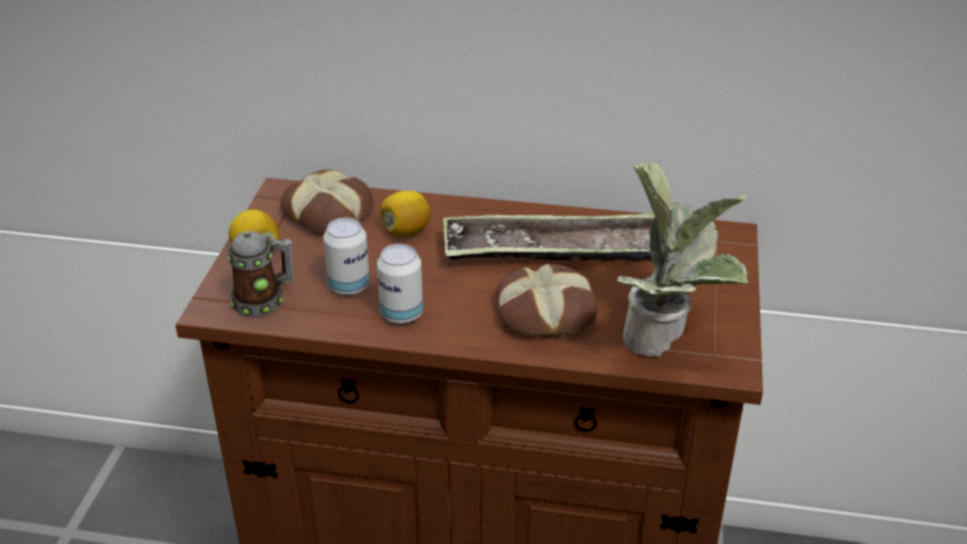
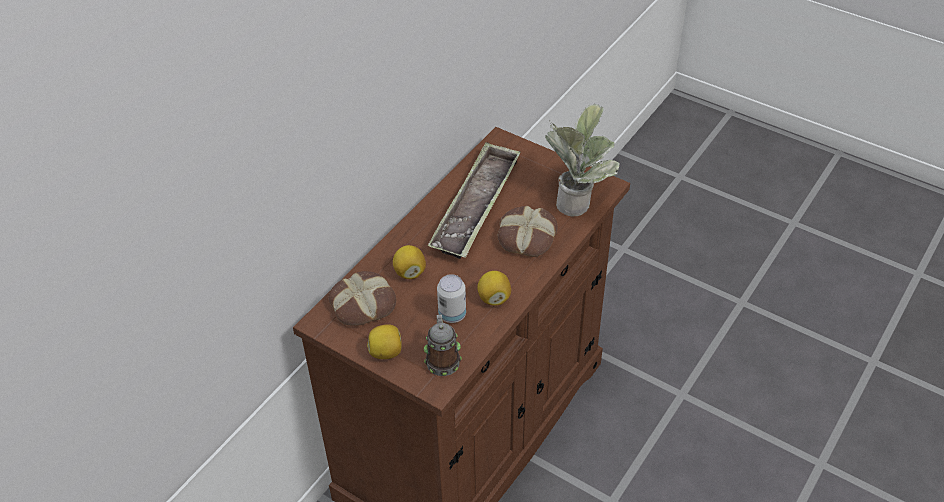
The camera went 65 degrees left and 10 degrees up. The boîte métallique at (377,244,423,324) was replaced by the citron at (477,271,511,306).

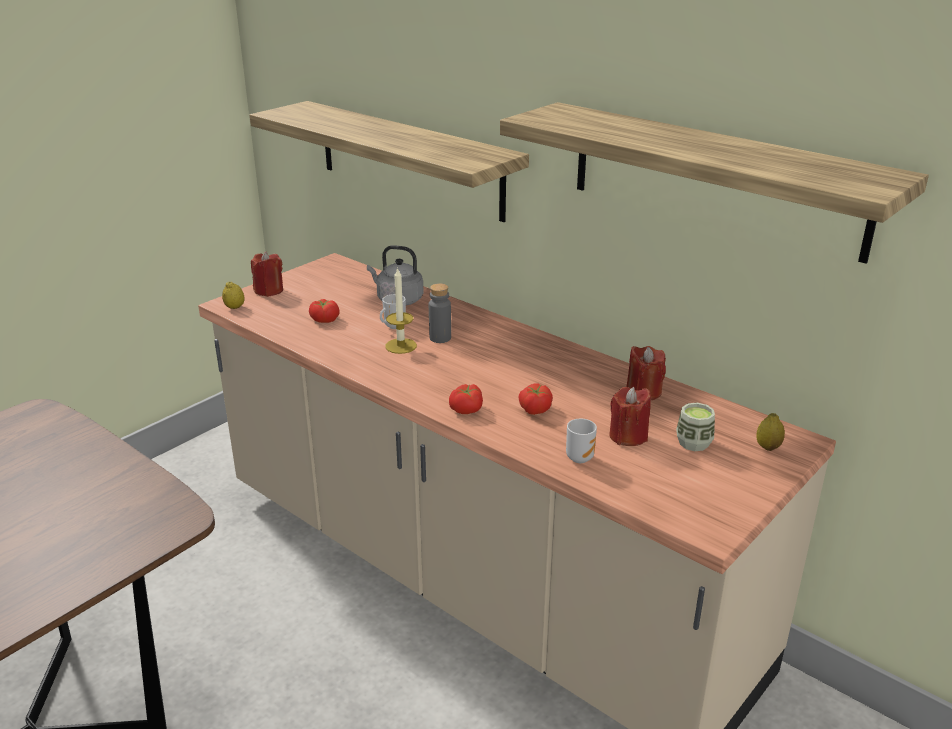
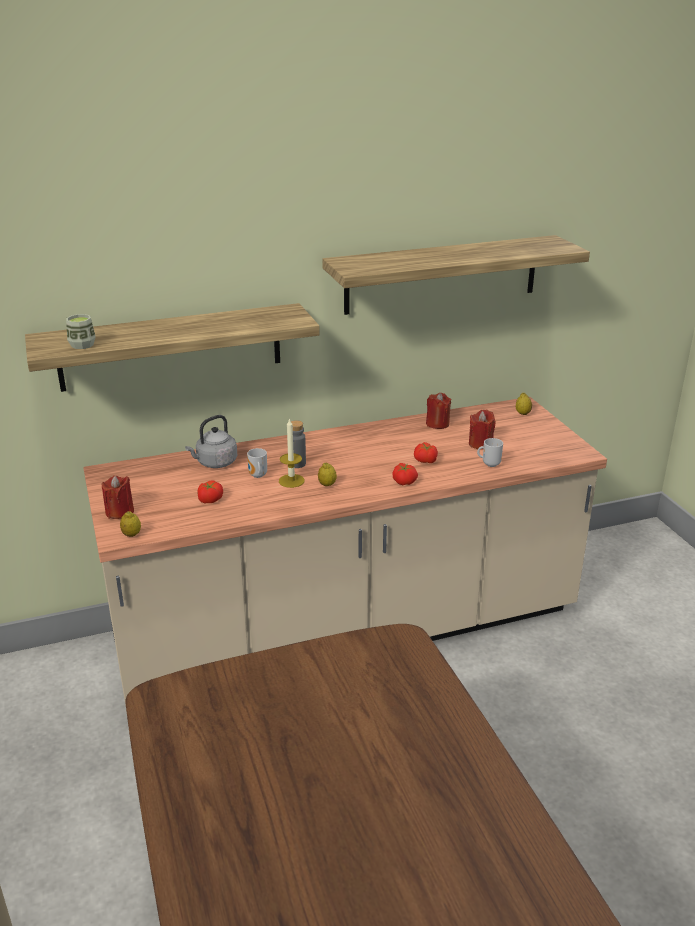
The camera went 60 degrees left and 0 degrees up. The tasse moved from (676,403,715,451) to (66,314,95,349). The citron at (318,462,337,486) appeared.

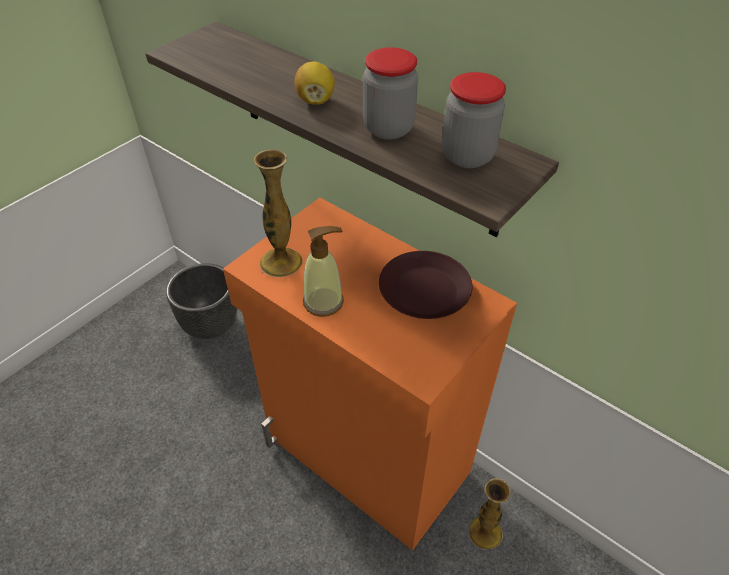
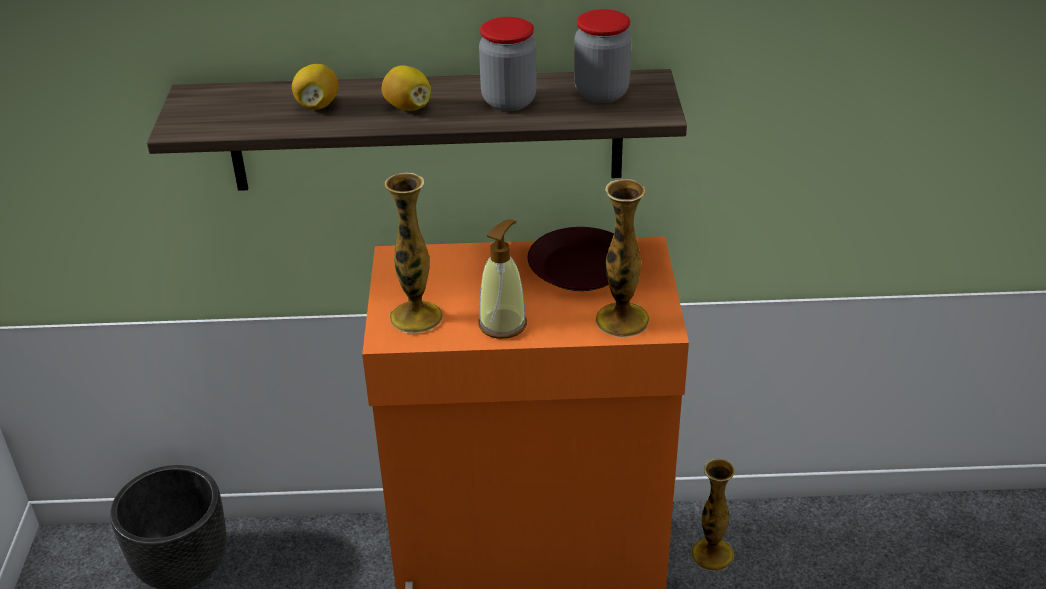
The camera went 40 degrees left and 10 degrees down. The citron at (292,64,338,110) appeared. The vase at (596,179,649,337) appeared.

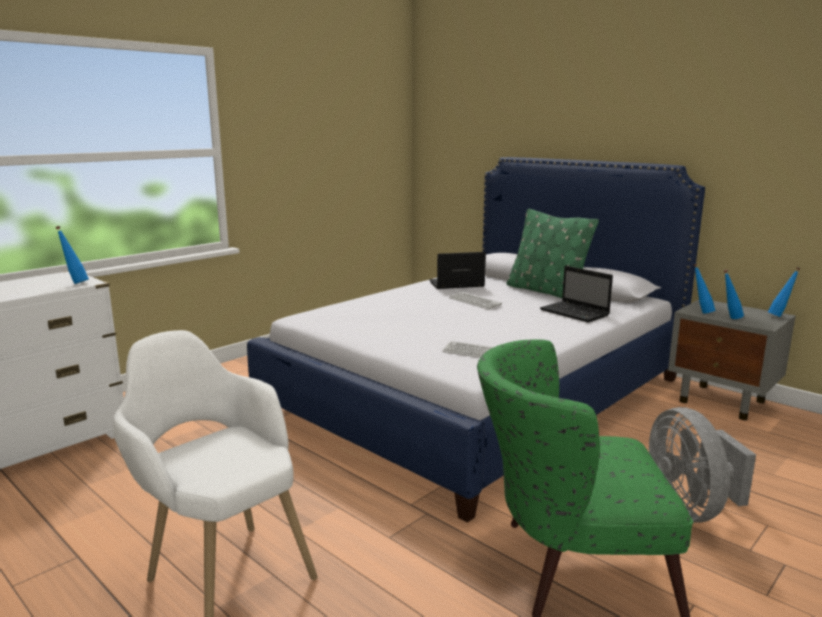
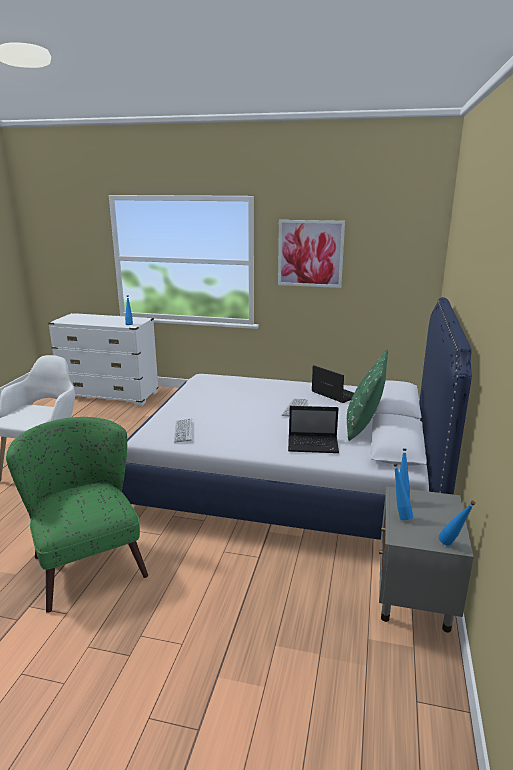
The camera went 60 degrees right and 5 degrees up. The tableau at (278,220,345,288) appeared. The ordinateur portable at (540,266,613,322) turned 105 degrees counterclockwise. The ventilateur (gris) at (649,407,756,523) disappeared.

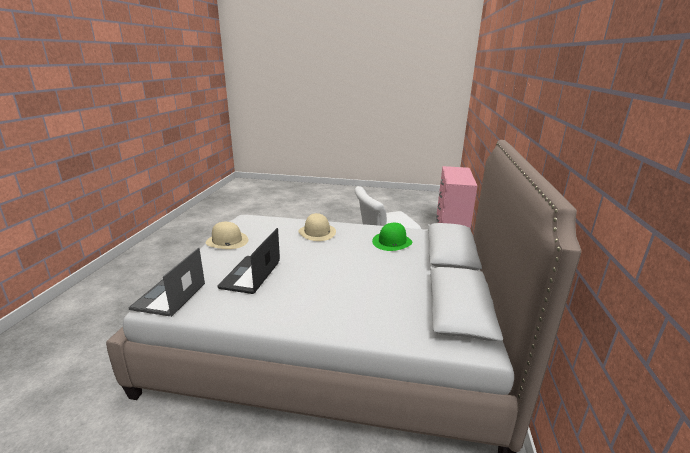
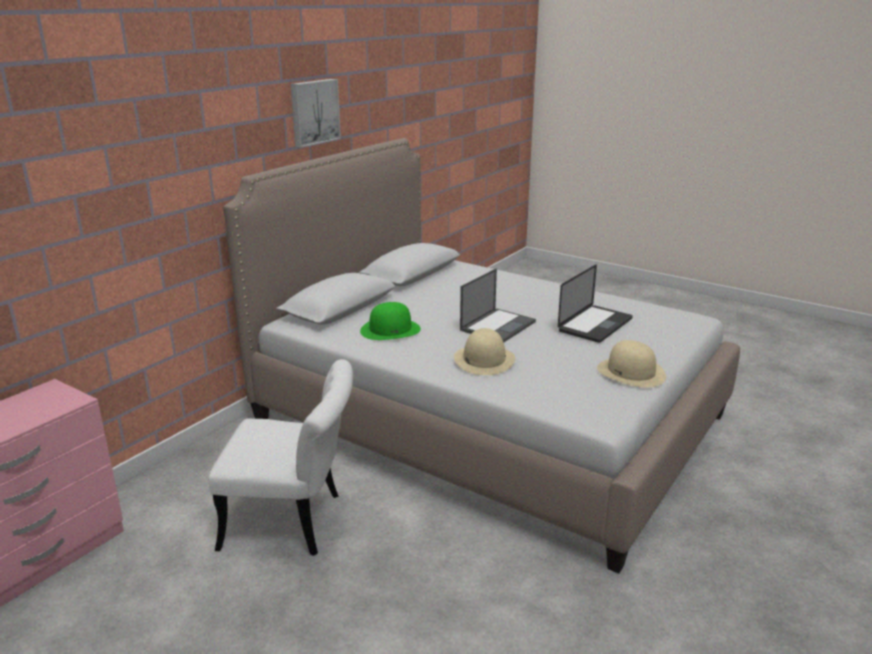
The camera went 155 degrees left and 0 degrees up. The tableau at (291,79,341,148) appeared. The ordinateur portable moved from (128,247,205,317) to (460,268,536,343).

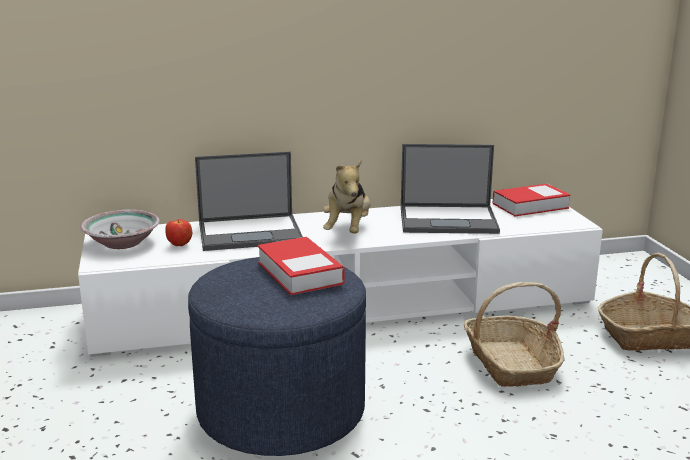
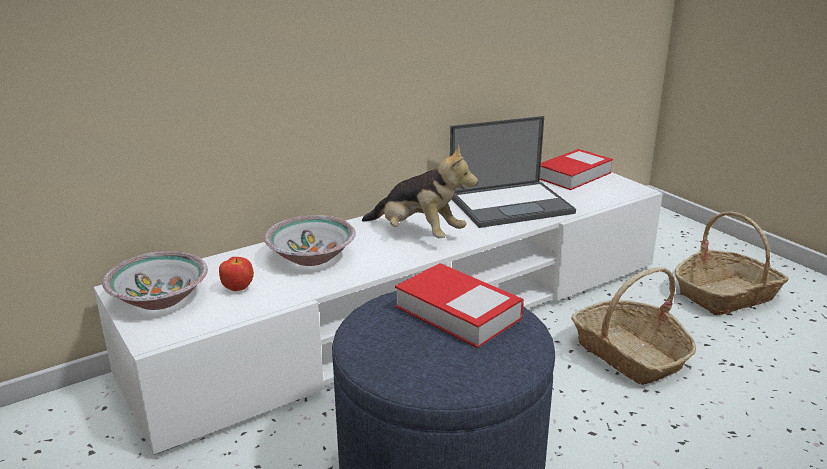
The camera went 20 degrees left and 5 degrees up. The ordinateur portable at (195,151,303,251) was replaced by the bol at (264,215,356,266). The peluche at (323,159,370,233) turned 45 degrees counterclockwise.

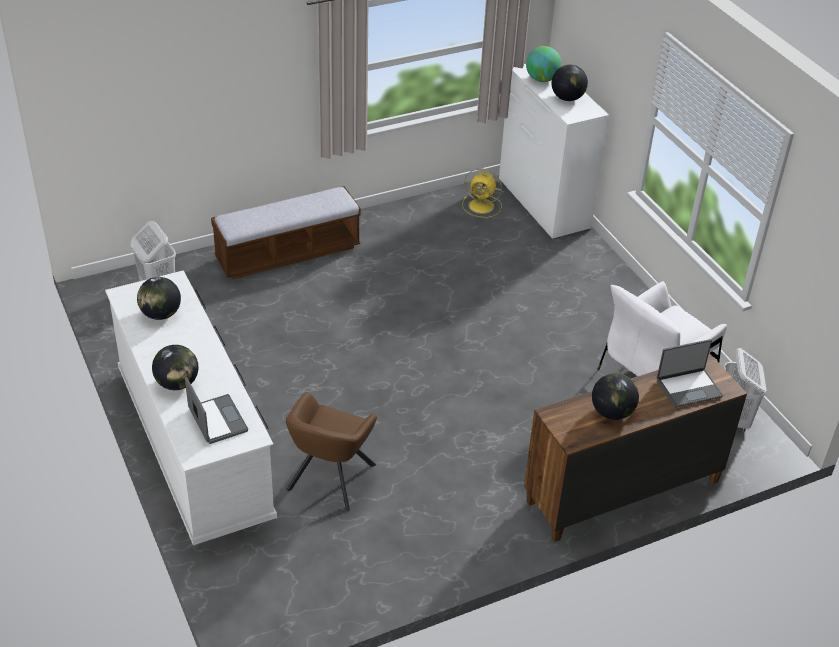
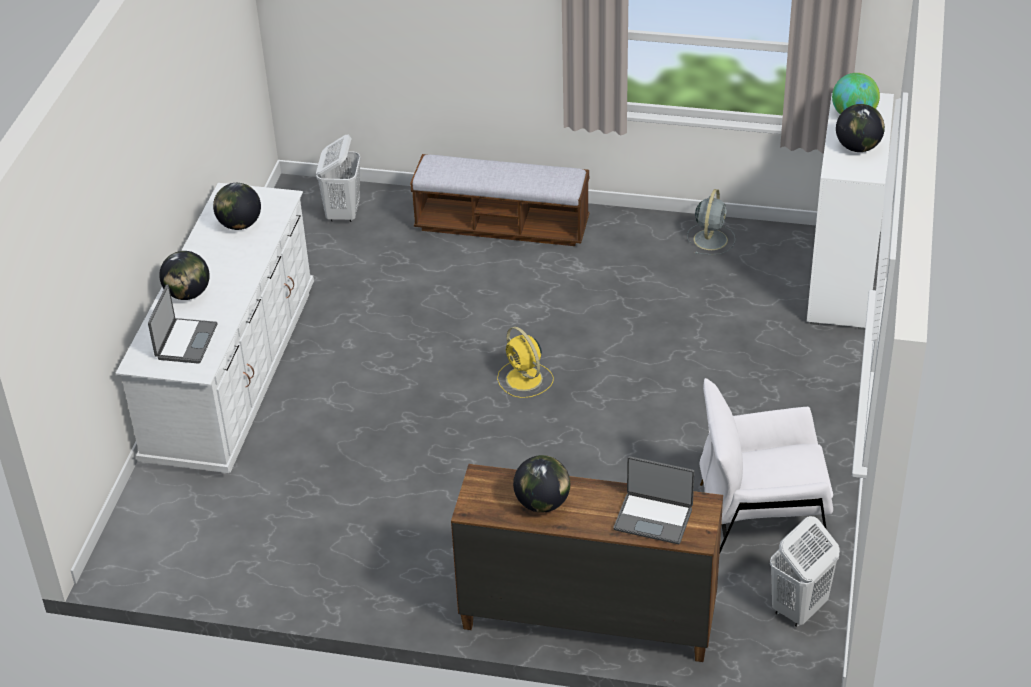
The camera went 40 degrees right and 0 degrees up. The ventilateur (jaune) moved from (462,168,502,218) to (497,327,554,398). The ventilateur (gris) at (687,189,735,255) appeared. The fauteuil (marron) at (286,392,377,511) disappeared.

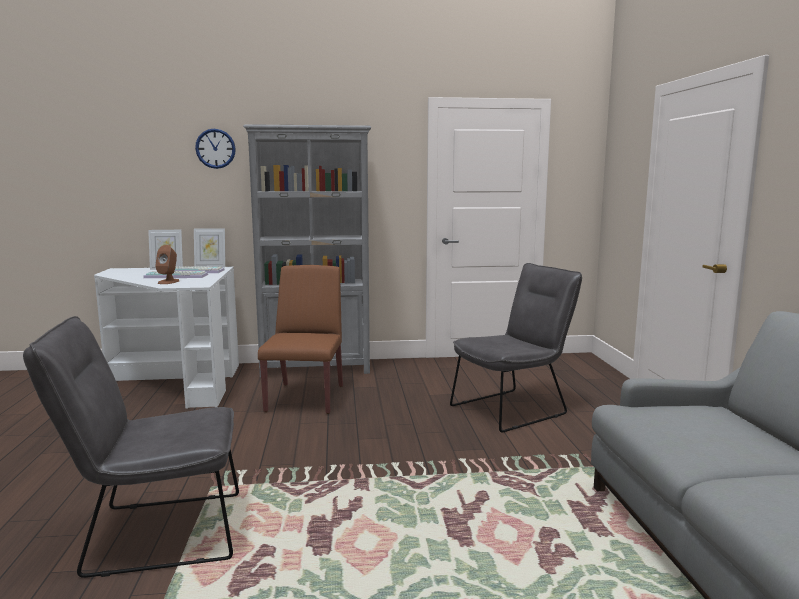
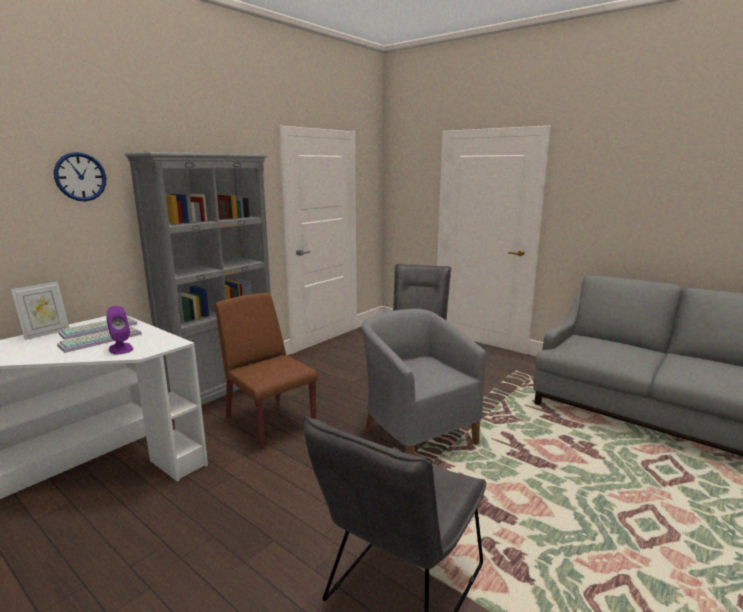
The camera went 45 degrees left and 5 degrees up. The enceinte (marron) at (155,245,180,284) became the enceinte (violet) at (106,305,133,355). The fauteuil (gris) at (362,309,486,455) appeared. The cadre photo at (194,229,225,267) disappeared.

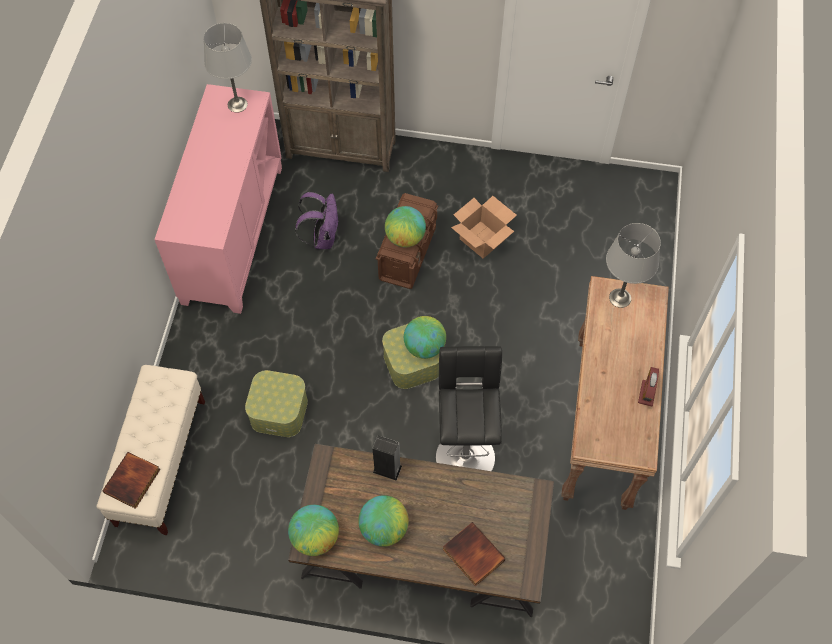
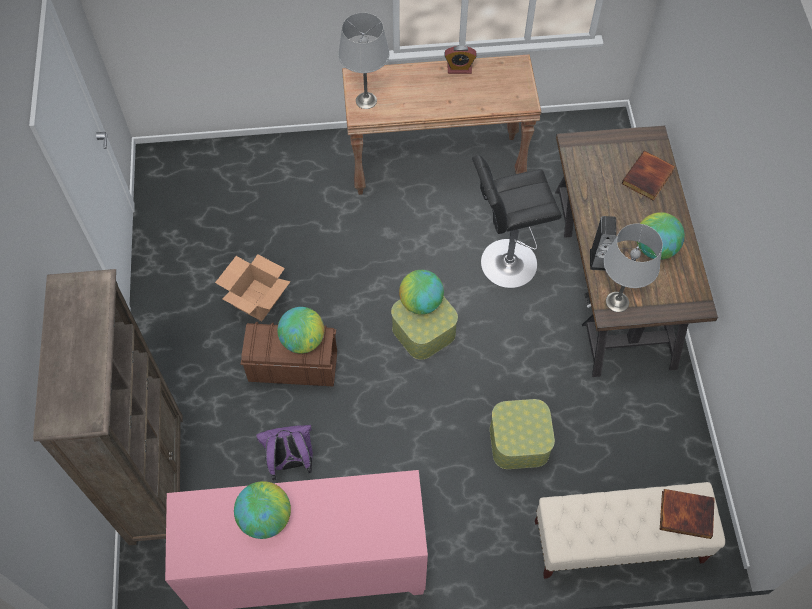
The camera went 105 degrees left and 0 degrees up. The globe moved from (288,505,339,556) to (234,481,291,539). The lampe de table (gris) moved from (204,23,252,113) to (604,224,663,312).

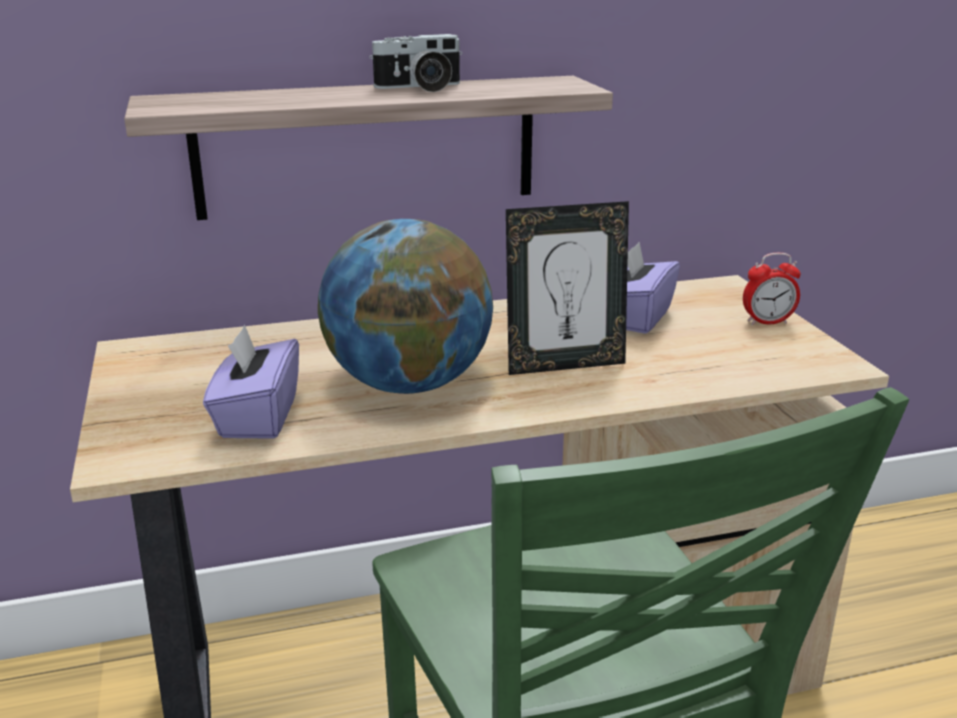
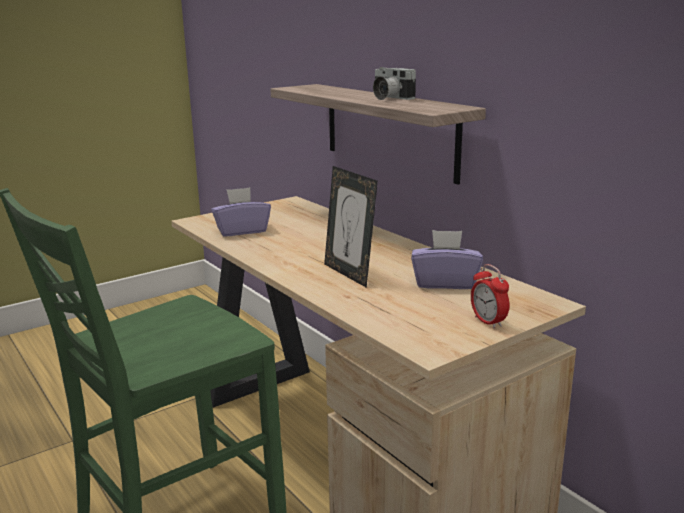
The camera went 70 degrees right and 5 degrees down. The globe at (318,219,493,394) disappeared.

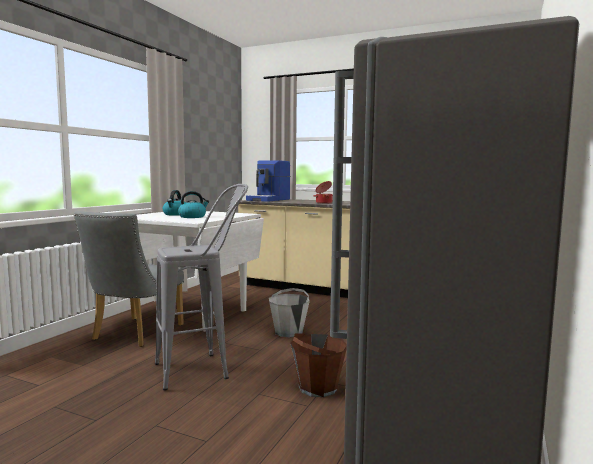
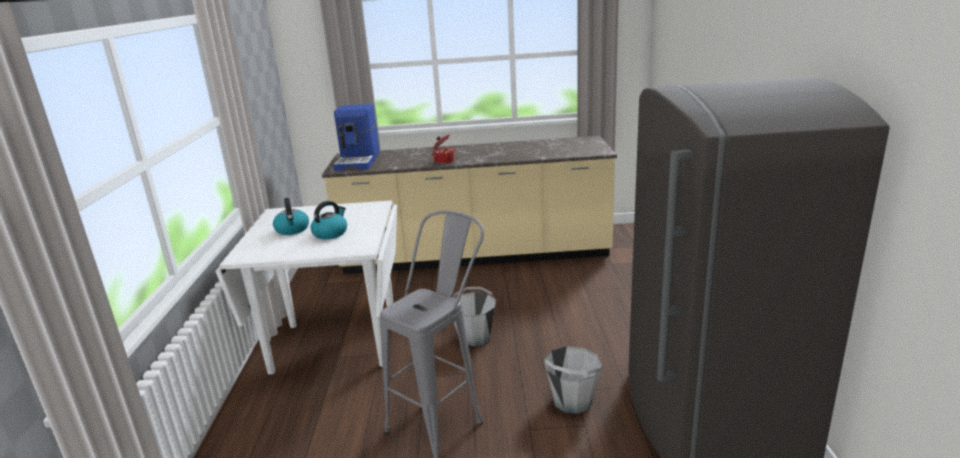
The camera went 25 degrees left and 15 degrees up. The seau (marron) at (291,333,347,397) became the seau (gris) at (544,346,602,414). The chaise (gris) at (74,211,184,347) disappeared.

